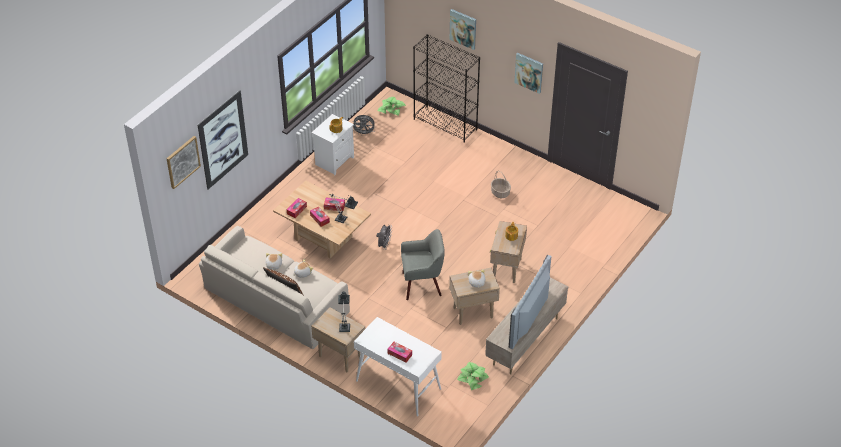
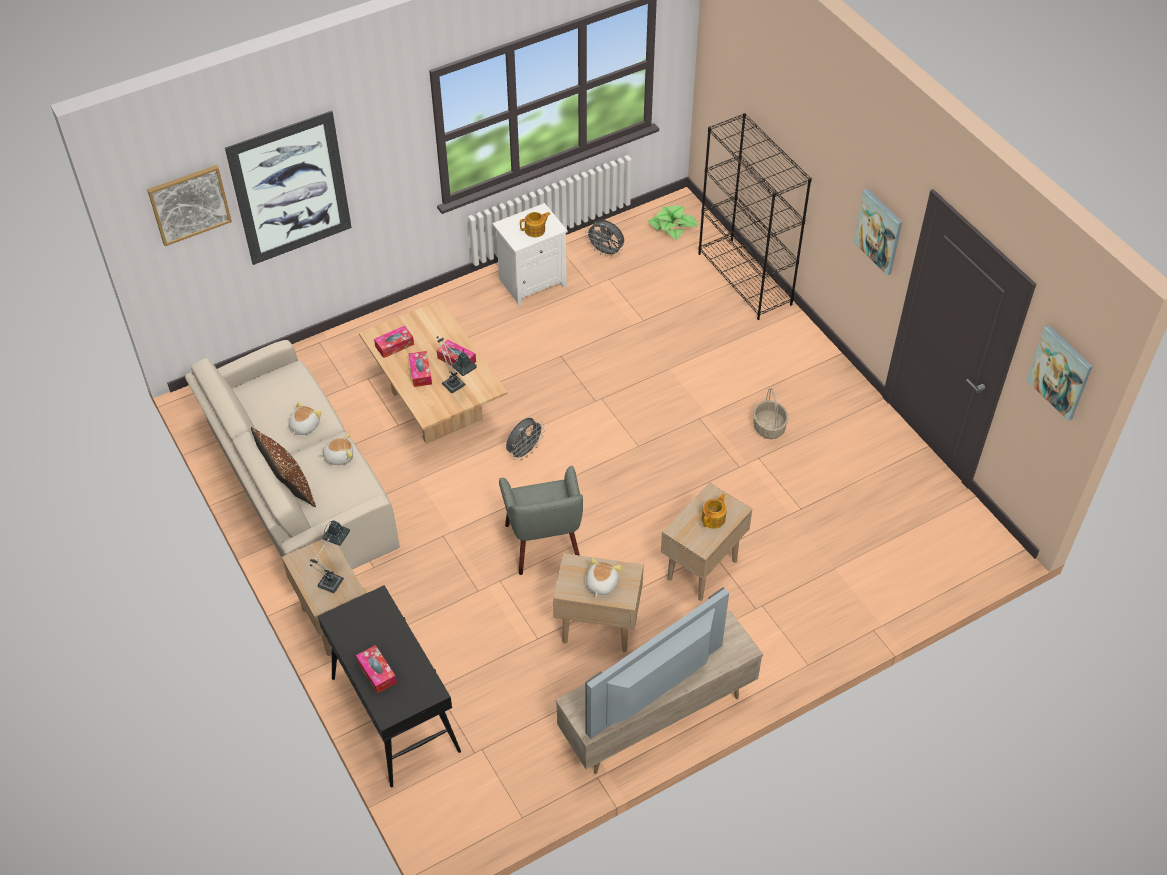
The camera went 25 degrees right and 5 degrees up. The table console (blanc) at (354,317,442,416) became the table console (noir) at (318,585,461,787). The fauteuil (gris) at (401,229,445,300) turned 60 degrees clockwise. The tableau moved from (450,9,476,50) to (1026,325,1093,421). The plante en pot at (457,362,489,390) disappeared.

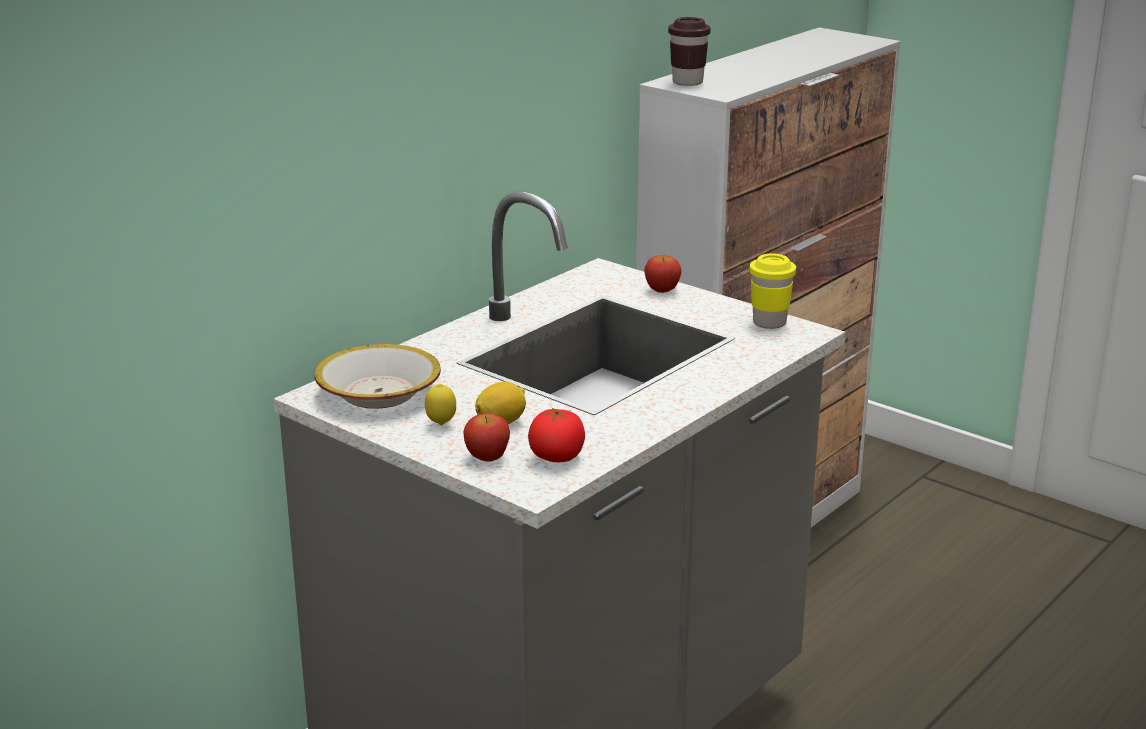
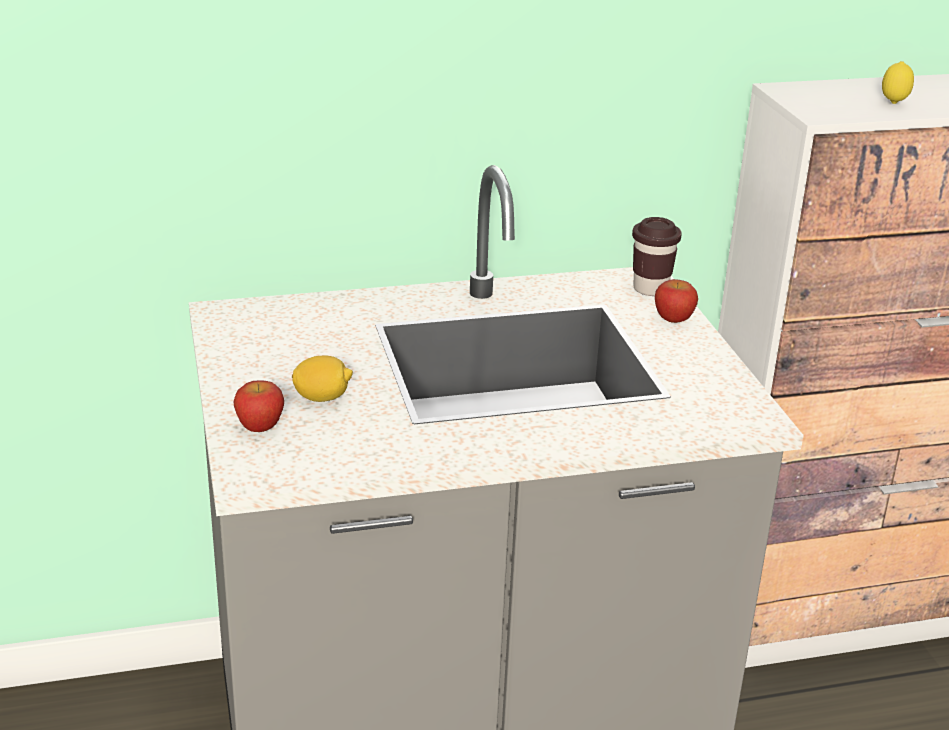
The camera went 35 degrees right and 5 degrees up. The tasse (marron) moved from (668,17,711,86) to (632,217,682,296). The citron moved from (425,384,456,425) to (882,61,914,104). The bol at (314,344,441,409) disappeared. The tomate at (528,407,585,462) disappeared. The tasse (jaune) at (750,254,796,329) disappeared.

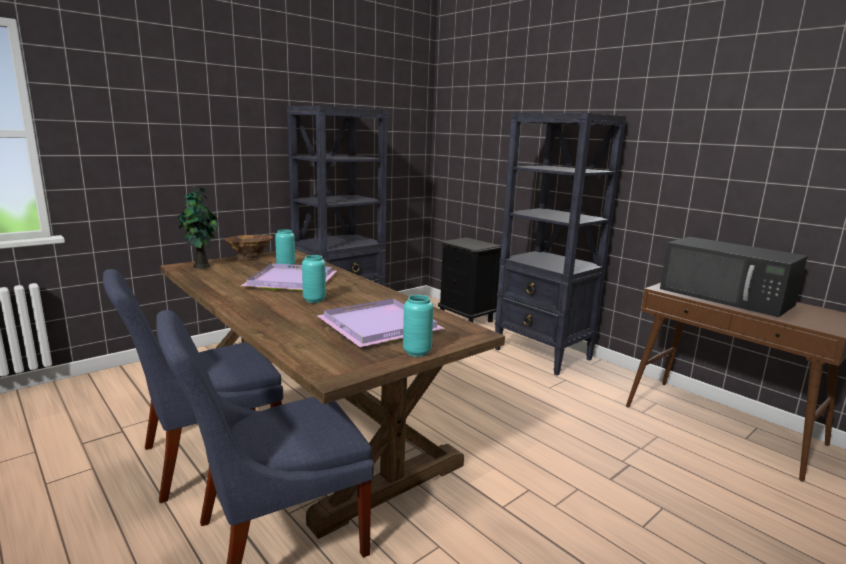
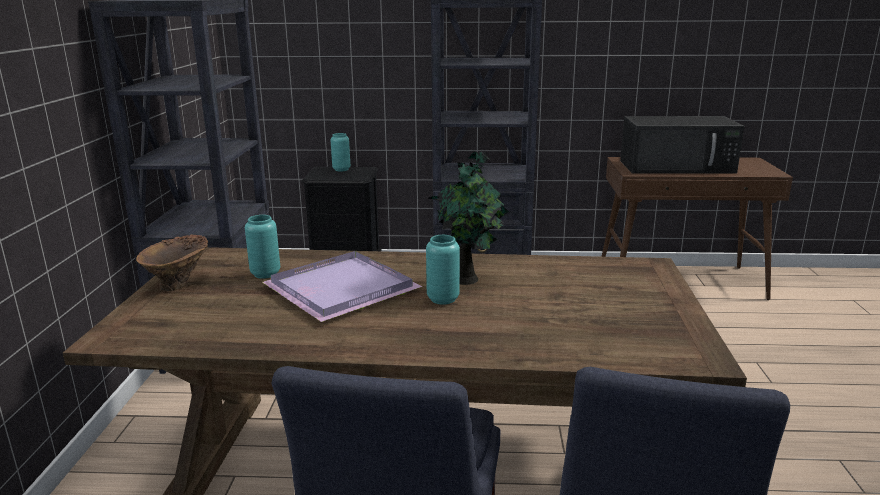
The camera went 45 degrees left and 5 degrees up. The vase (turquoise) moved from (403,295,434,357) to (331,133,350,172). The plante en pot moved from (178,186,218,269) to (427,152,509,285). The plateau (violet) at (317,299,445,347) disappeared.

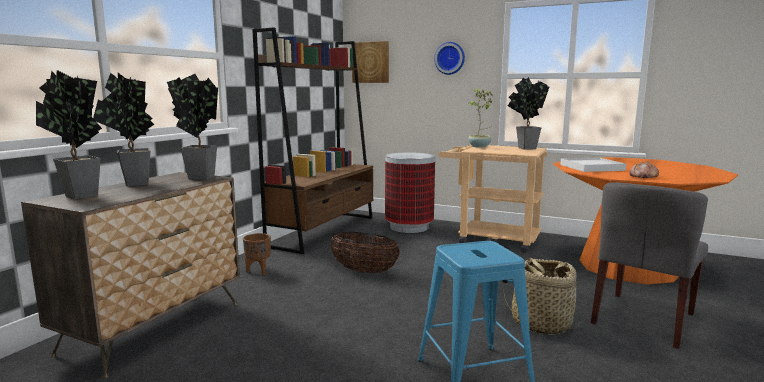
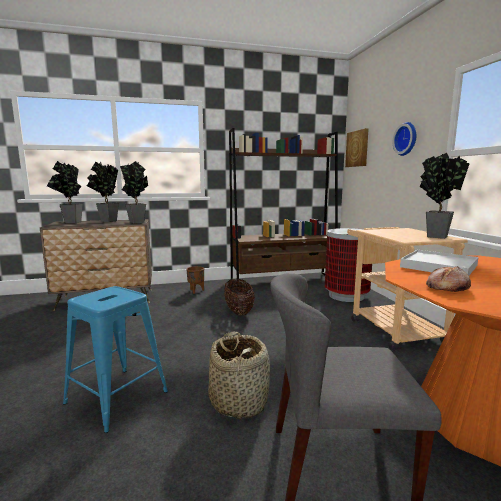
The camera went 50 degrees right and 0 degrees up. The plante en pot at (468,89,493,148) disappeared.

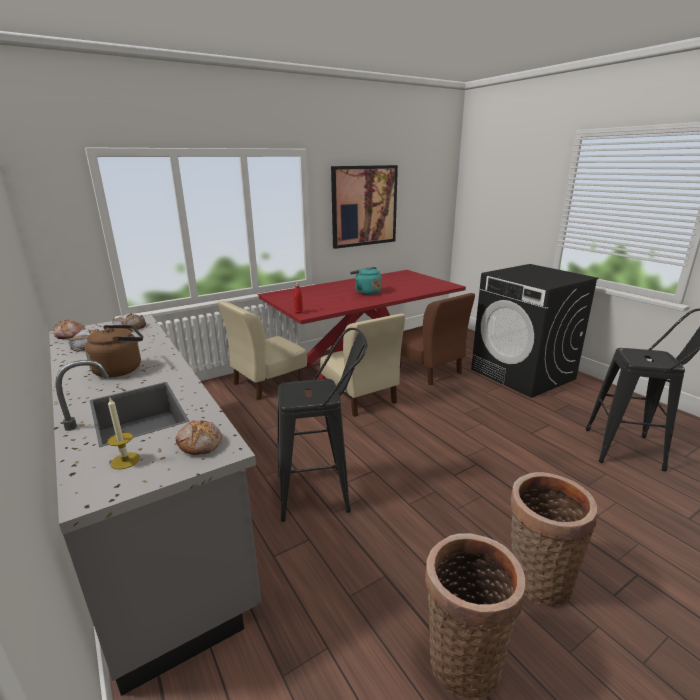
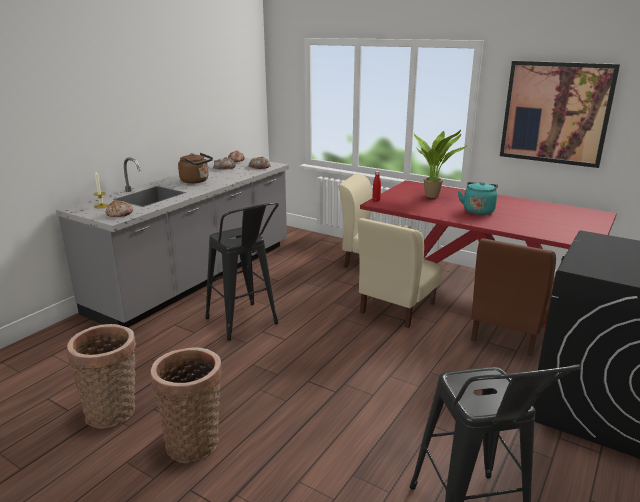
The camera went 65 degrees right and 0 degrees up. The plante en pot at (414,130,467,198) appeared.

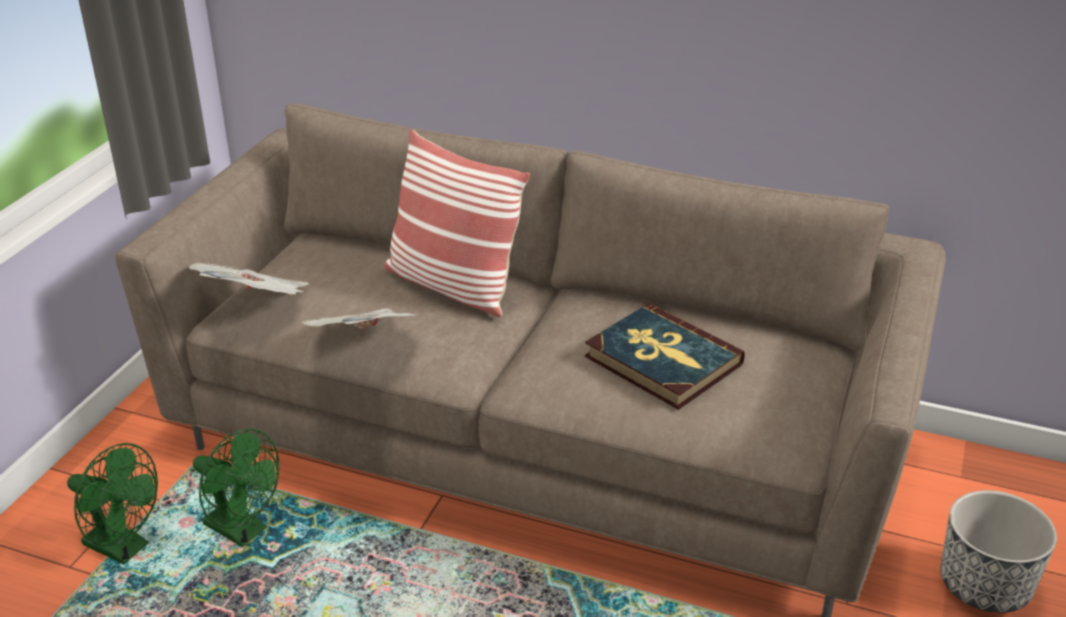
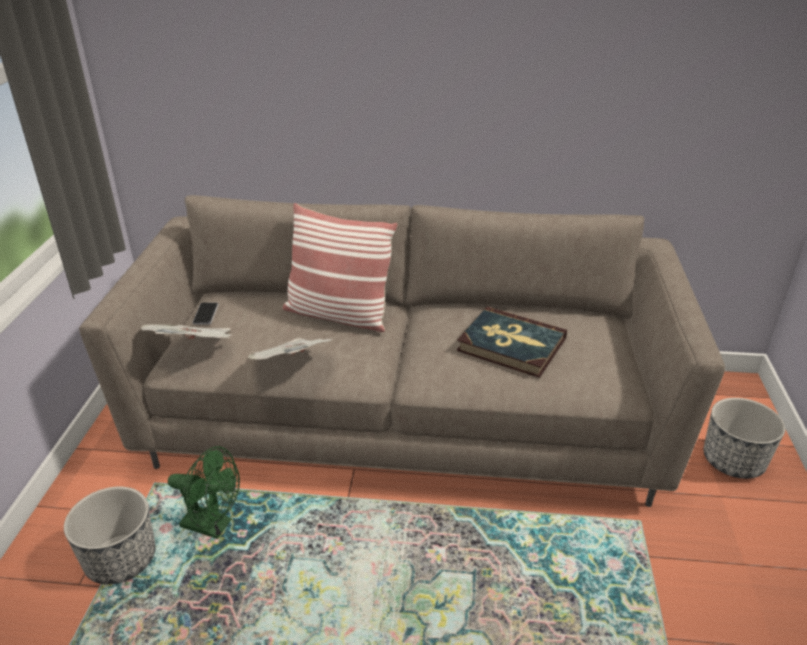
The camera went 15 degrees left and 0 degrees up. The ventilateur (vert) at (67,443,158,564) was replaced by the cache-pot at (64,487,156,585). The téléphone at (192,303,219,325) appeared.

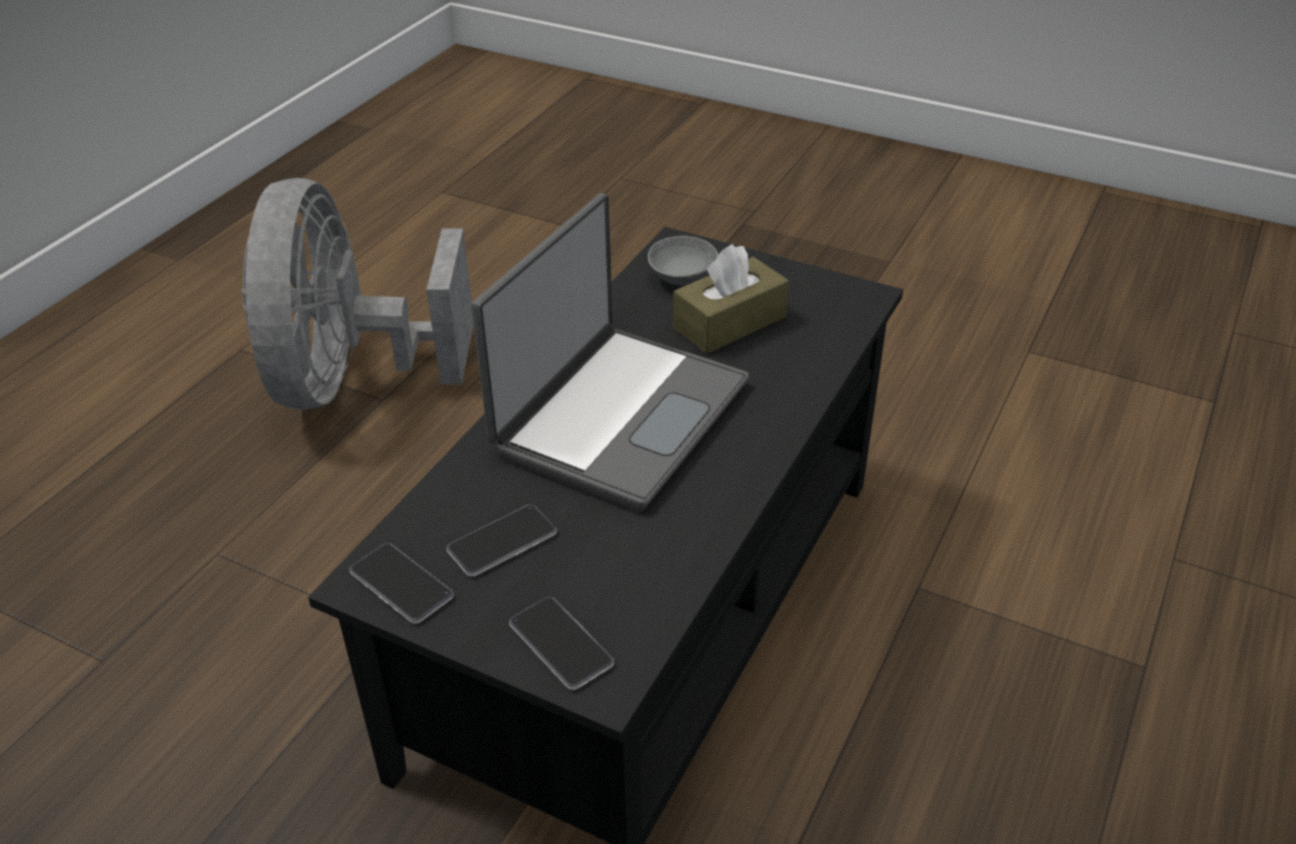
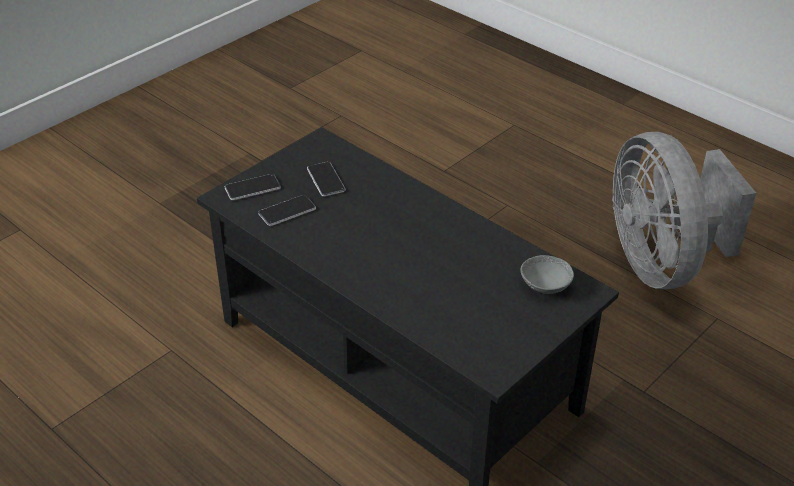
The camera went 105 degrees right and 0 degrees up. The téléphone moved from (349,543,454,624) to (258,195,316,226). The ventilateur (gris) at (241,178,474,410) turned 120 degrees counterclockwise. The ordinateur portable at (471,193,749,512) disappeared. The boîte à mouchoirs (marron) at (673,244,789,354) disappeared.

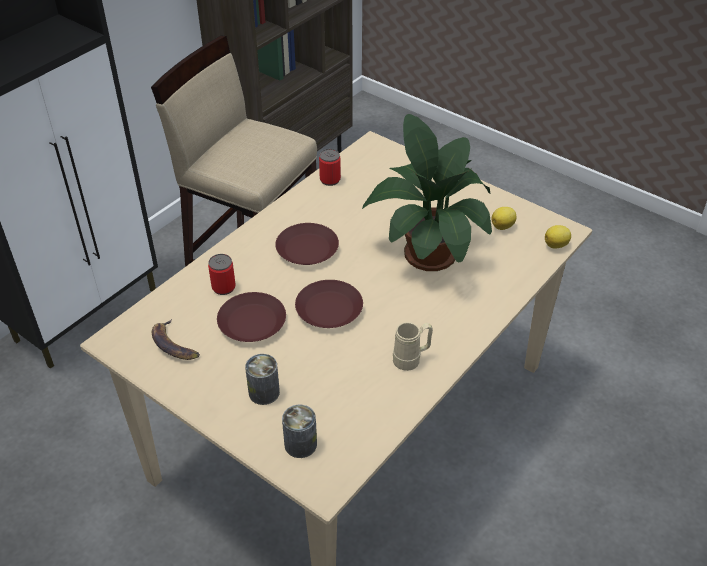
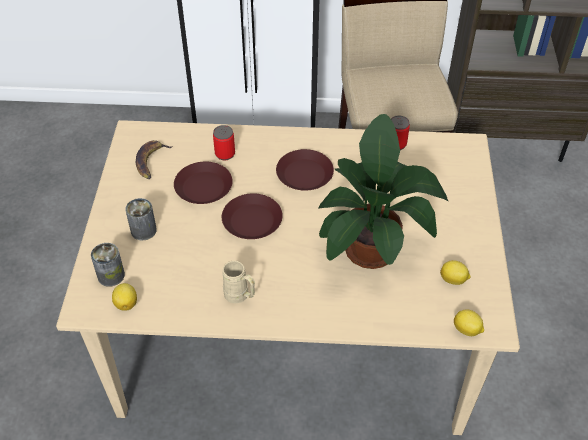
The camera went 55 degrees right and 5 degrees up. The citron at (112,283,137,311) appeared.

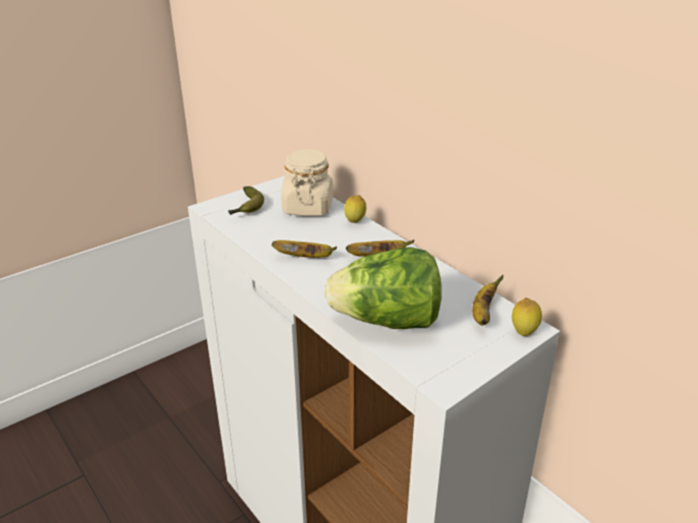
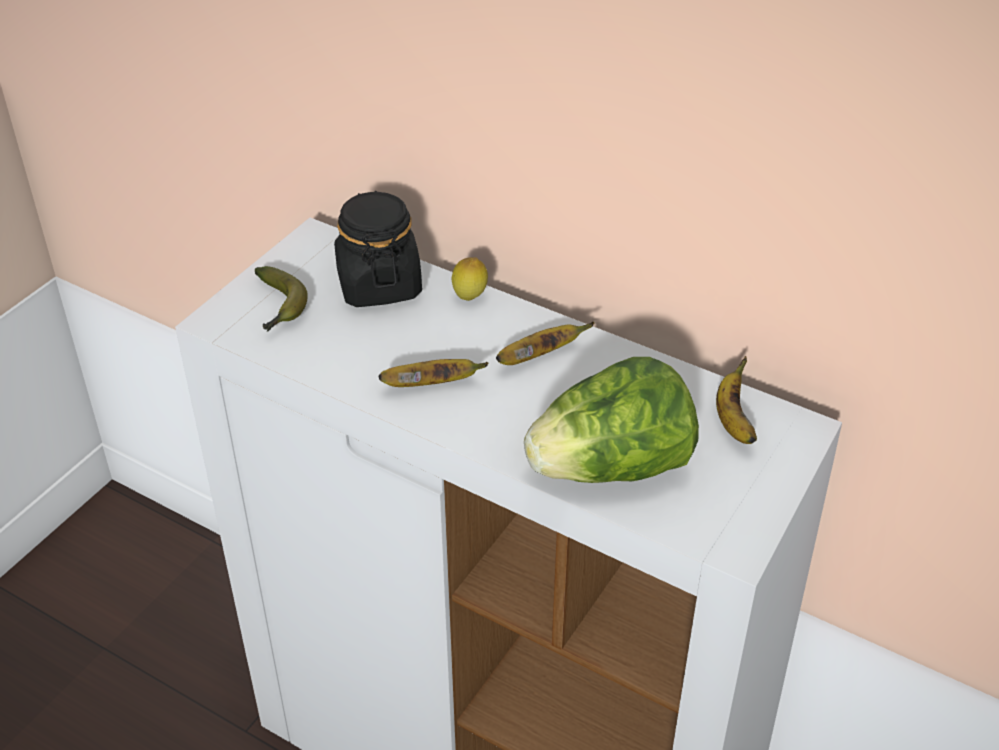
The camera went 20 degrees left and 10 degrees up. The bocal (beige) at (281,149,333,216) became the bocal (noir) at (334,191,422,307). The citron at (512,298,542,336) disappeared.

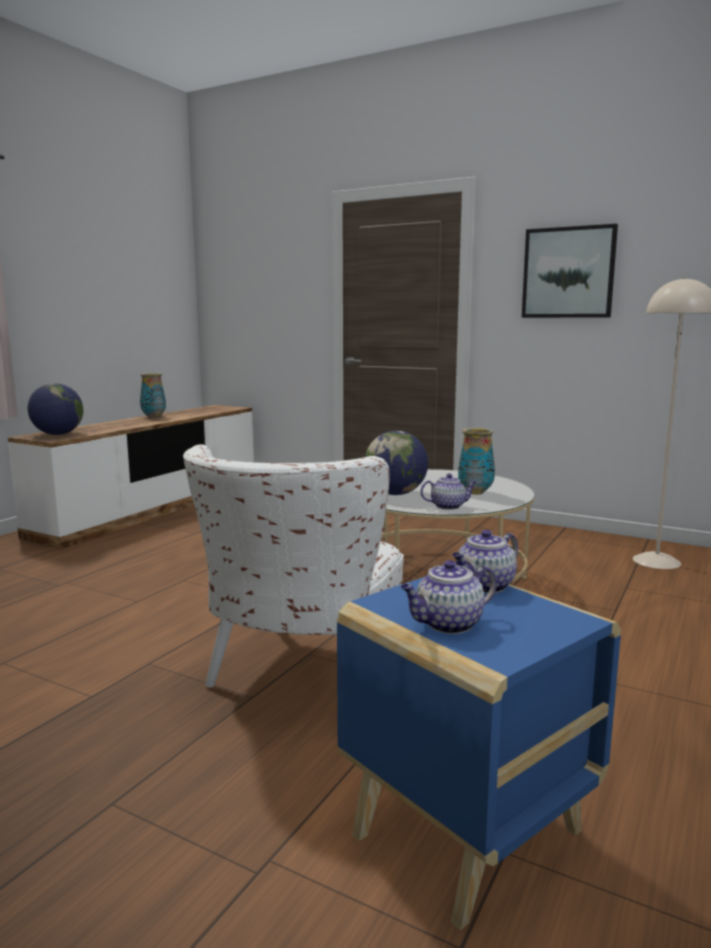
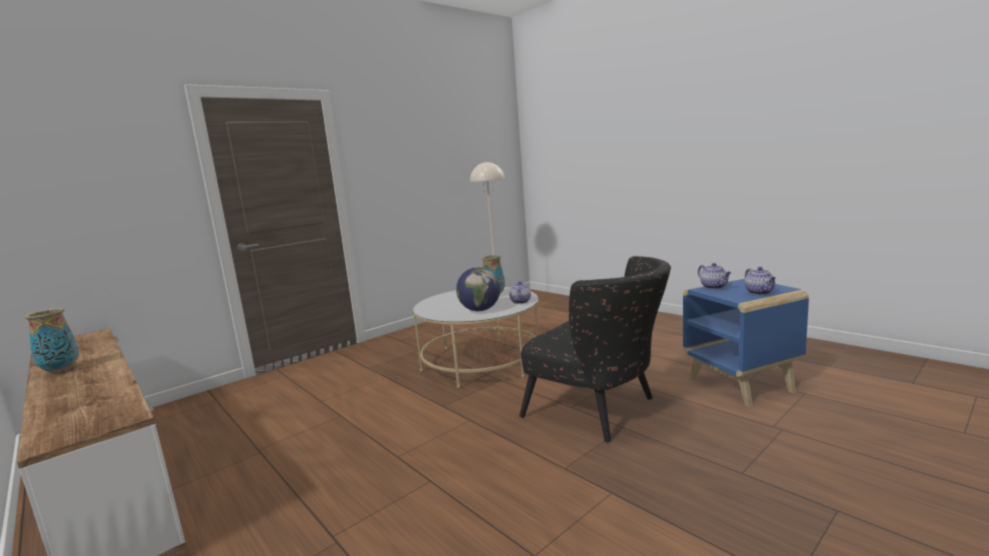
The camera went 70 degrees left and 0 degrees up. The fauteuil (blanc) at (183,444,404,688) became the fauteuil (noir) at (519,256,671,442). The globe at (28,383,83,435) disappeared. The tableau at (522,224,618,318) disappeared.

